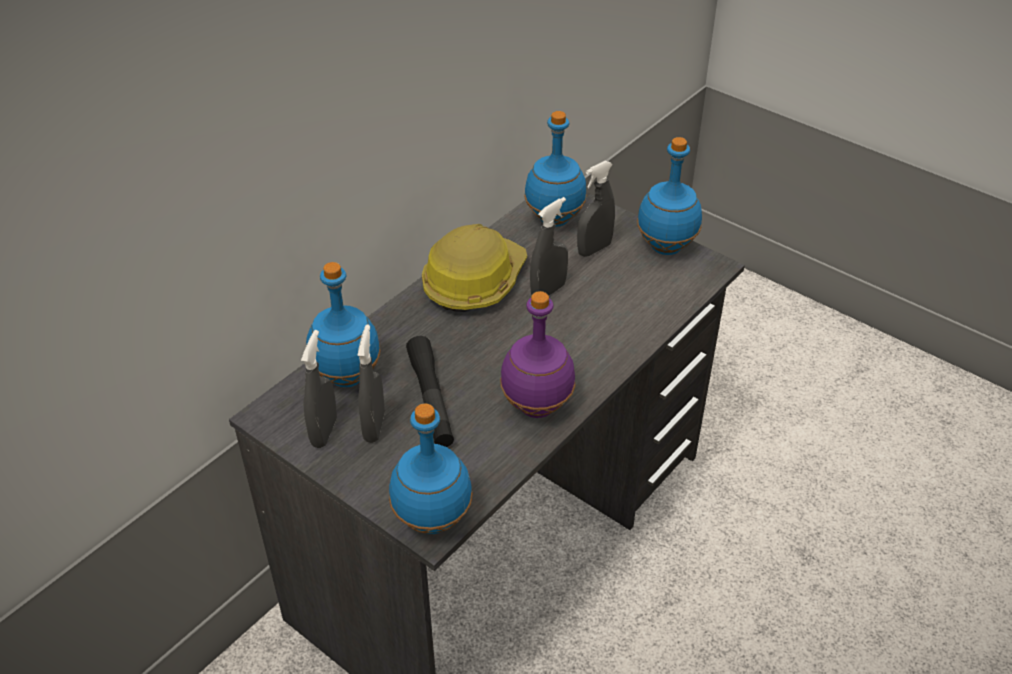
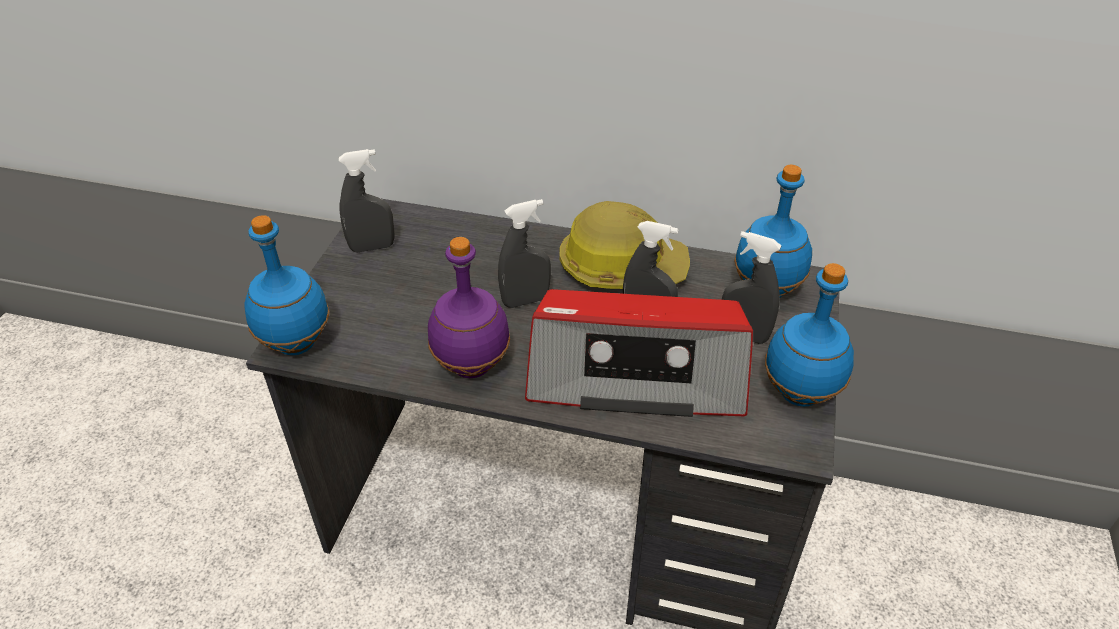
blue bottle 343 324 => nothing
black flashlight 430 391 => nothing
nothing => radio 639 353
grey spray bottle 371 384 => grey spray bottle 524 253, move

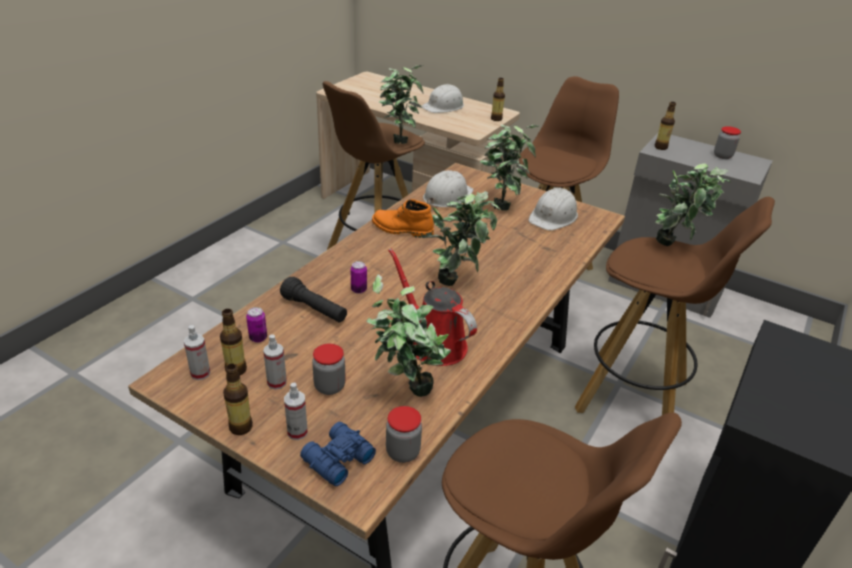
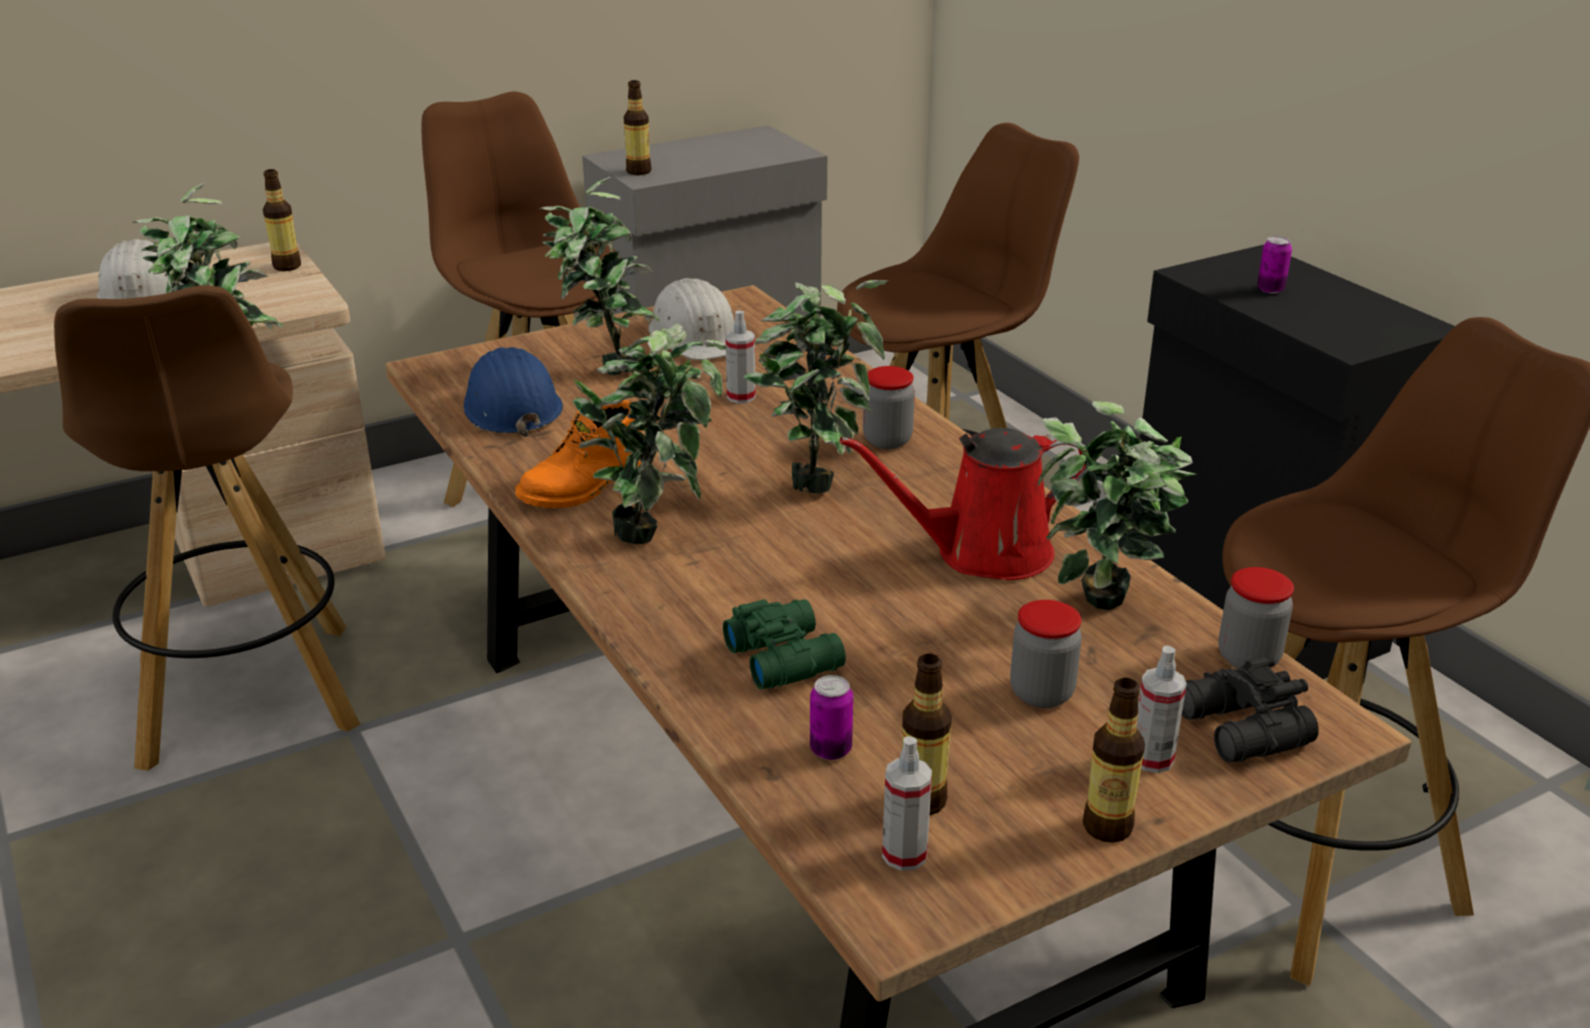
spray bottle 275 362 => spray bottle 740 357, move
can 359 277 => can 1274 265, move
potted plant 693 204 => potted plant 650 433, move
jar 727 142 => jar 889 407, move
black flashlight 313 299 => green binoculars 784 644
blue binoculars 338 454 => black binoculars 1250 710
white hard hat 448 188 => blue hard hat 513 391

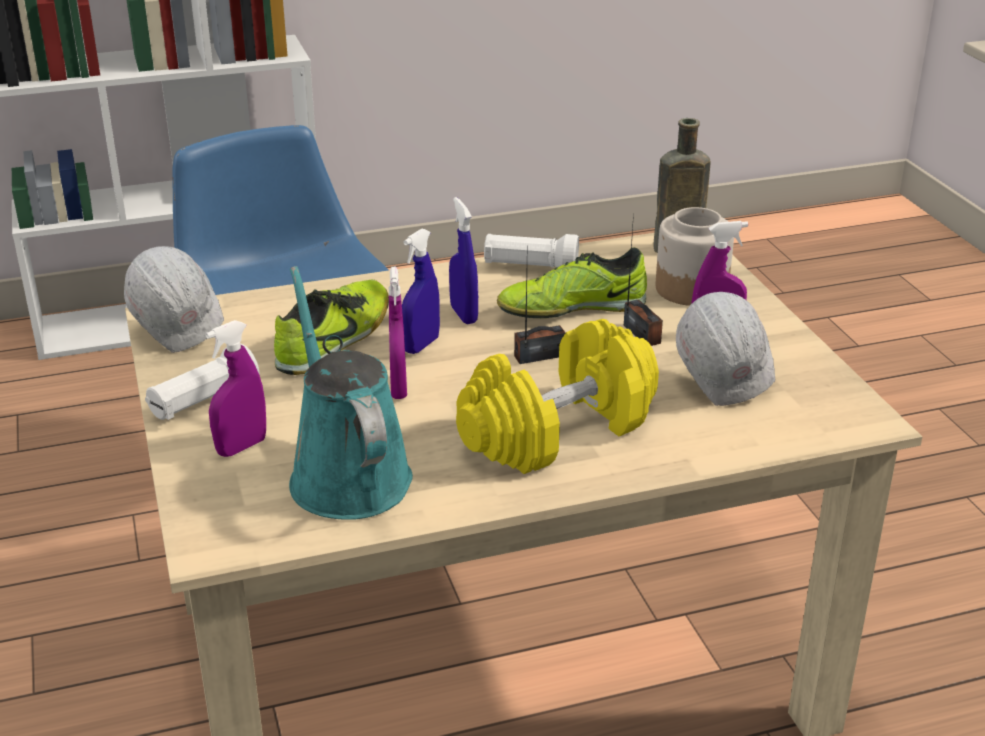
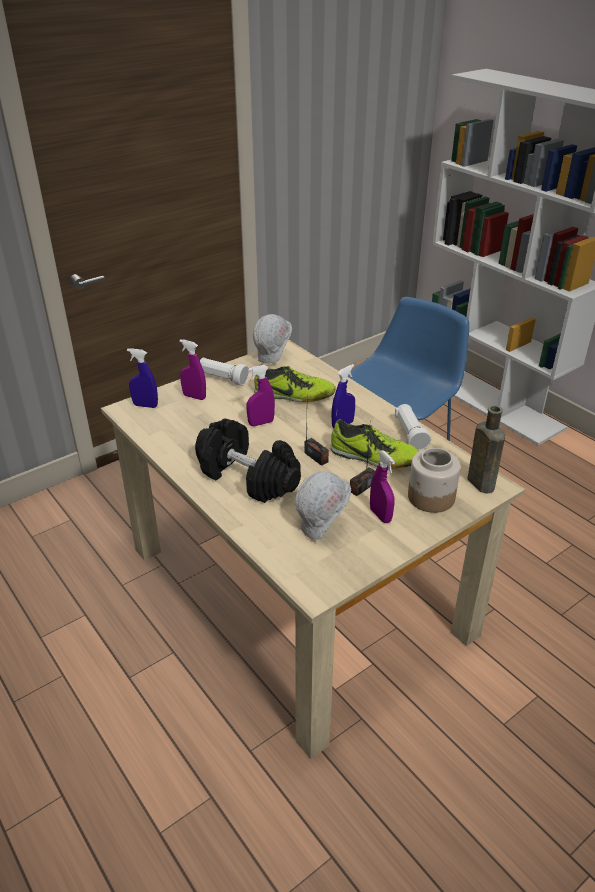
turquoise watering can 351 393 => nothing
blue spray bottle 421 291 => blue spray bottle 142 378, move
yellow dumbbell 557 396 => black dumbbell 248 460
shoe 572 282 => shoe 374 444, 150 degrees clockwise

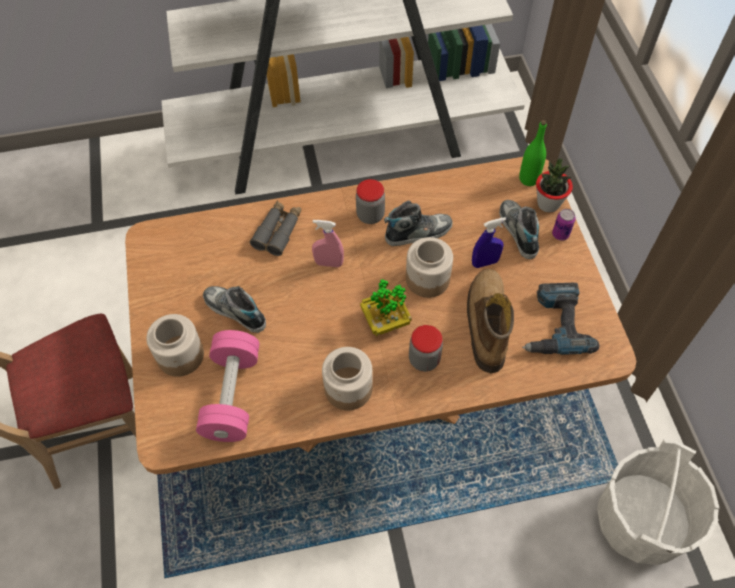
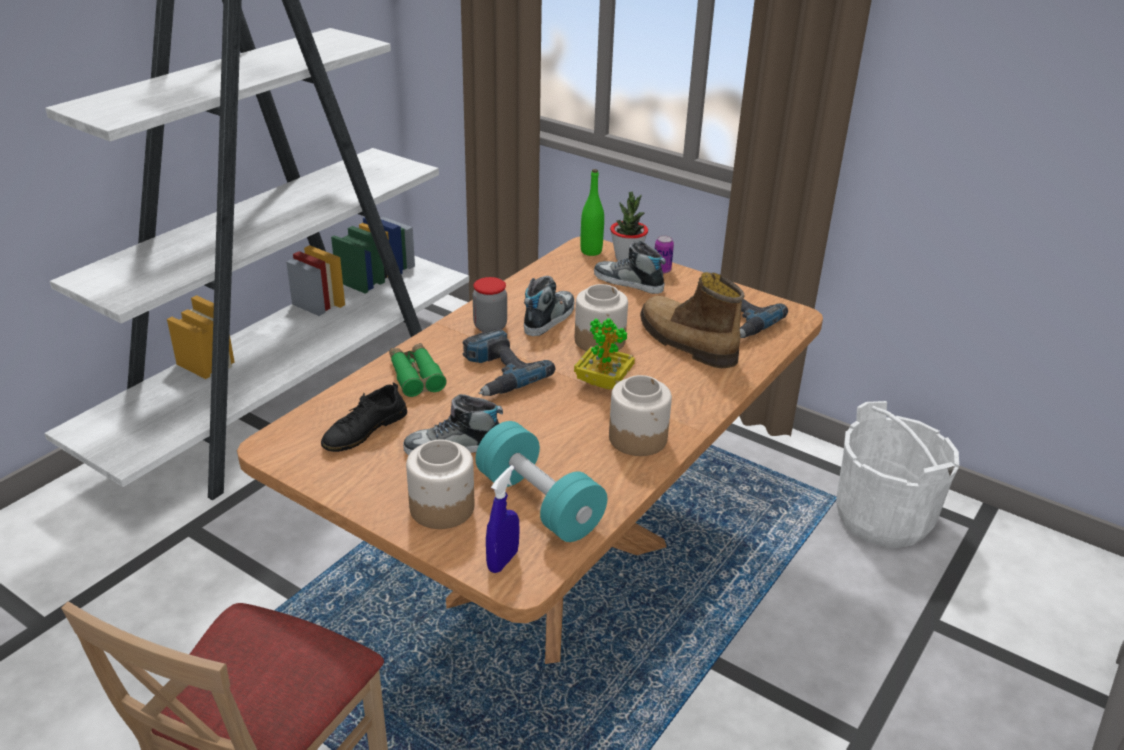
jar 426 348 => nothing
nothing => black shoe 364 417
blue spray bottle 489 242 => blue spray bottle 503 519, move
pink spray bottle 328 243 => power drill 508 362
pink dumbbell 227 386 => turquoise dumbbell 541 481
grey binoculars 275 228 => green binoculars 418 370

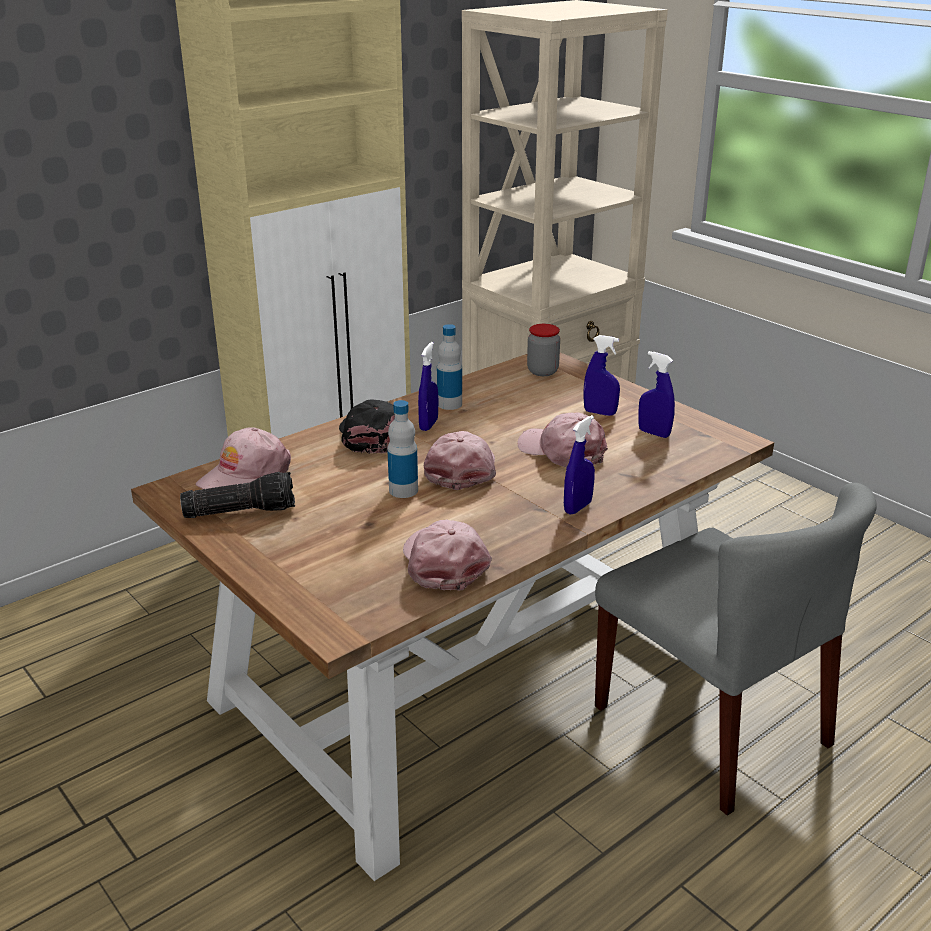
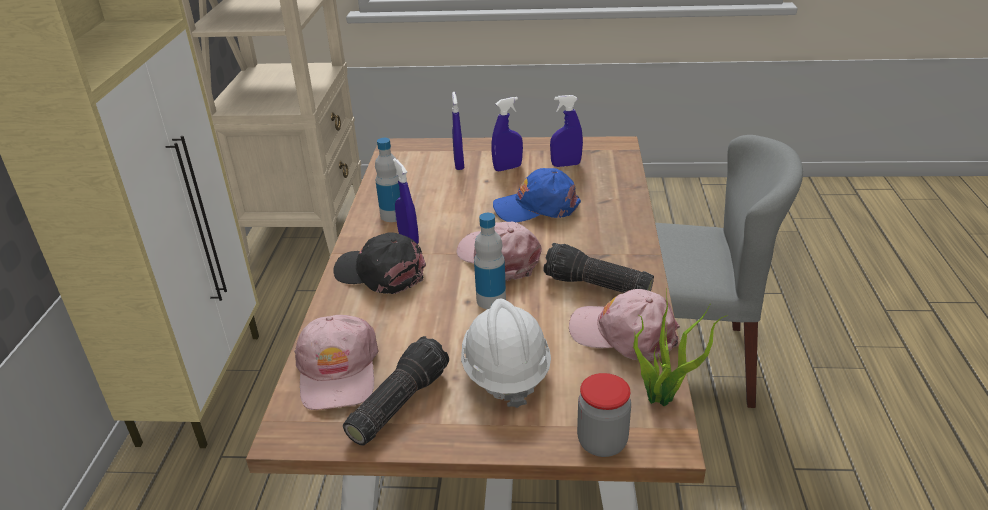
nothing => white hard hat 506 353
nothing => flashlight 599 268
nothing => potted plant 680 347
jar 543 350 => jar 604 415, move
blue spray bottle 579 465 => blue spray bottle 458 131, move
pink cap 562 439 => blue cap 537 195

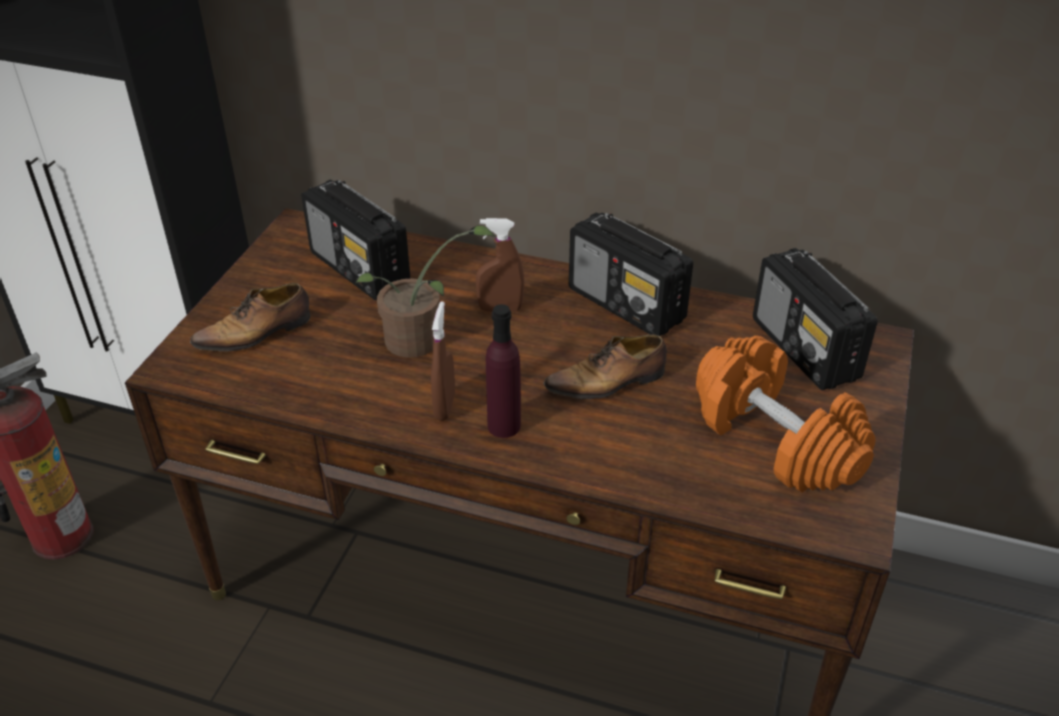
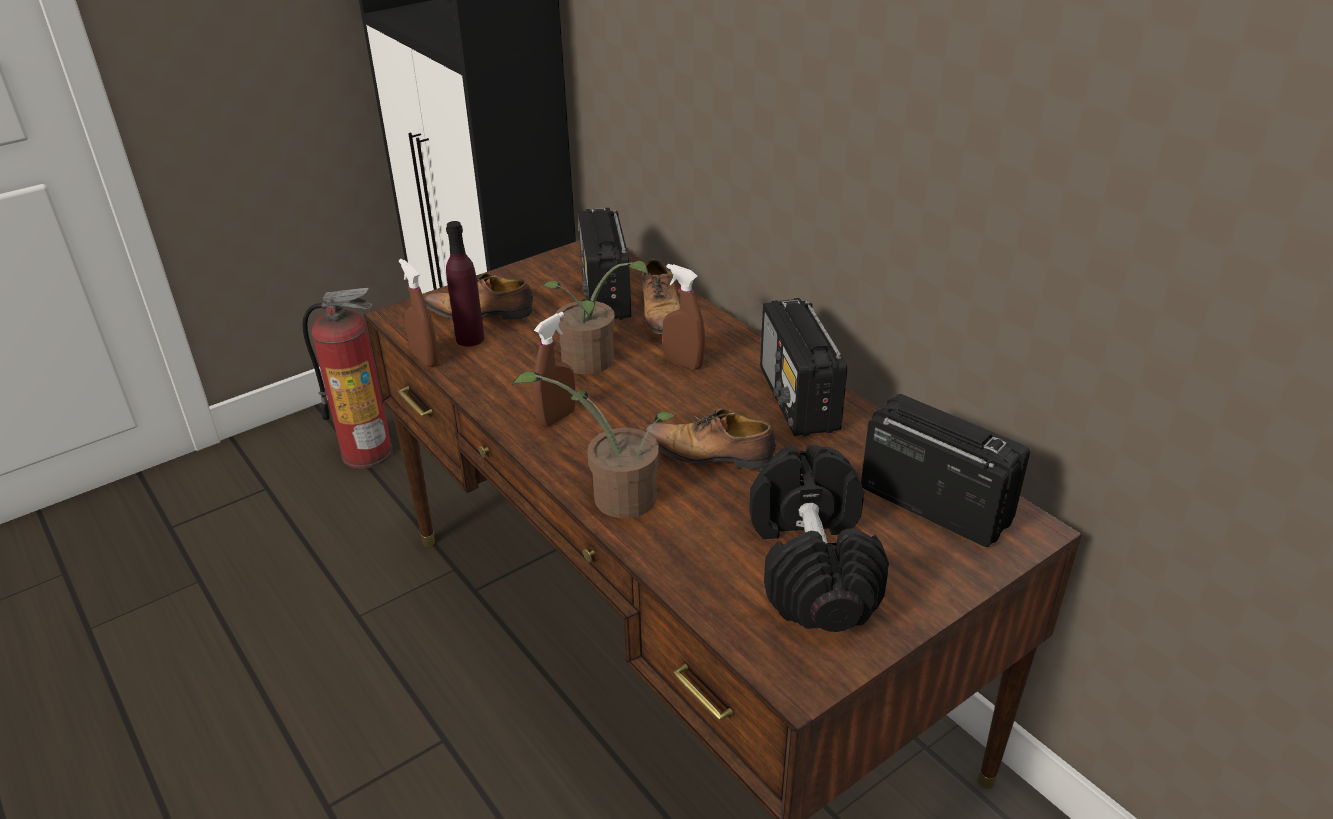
nothing => brown spray bottle 419 313
nothing => potted plant 594 444
nothing => shoe 660 297
purple bottle 503 371 => purple bottle 465 284, move
orange dumbbell 786 413 => black dumbbell 819 538
radio 815 319 => radio 945 470, 120 degrees clockwise

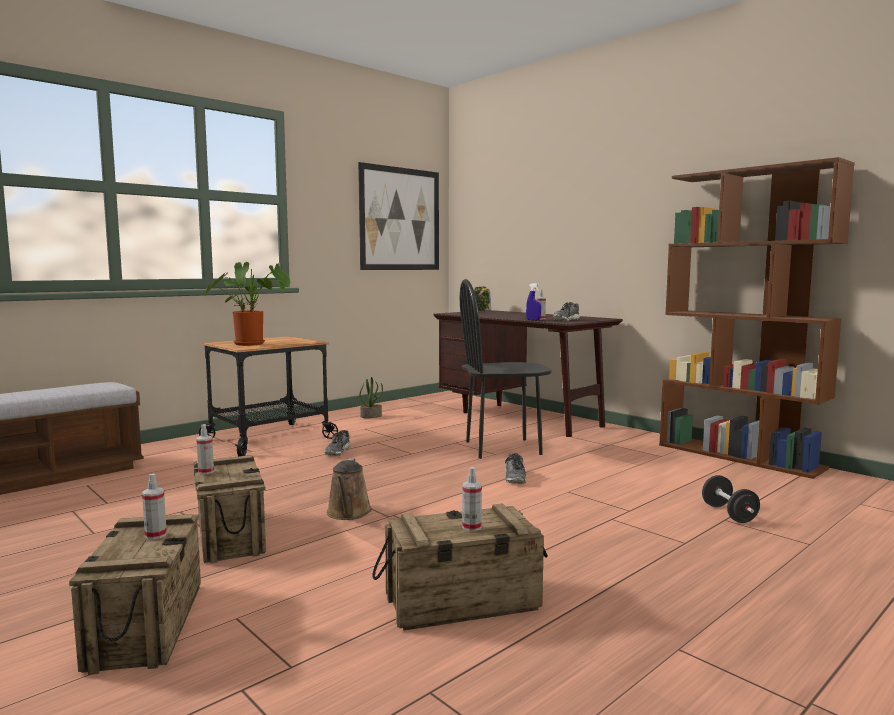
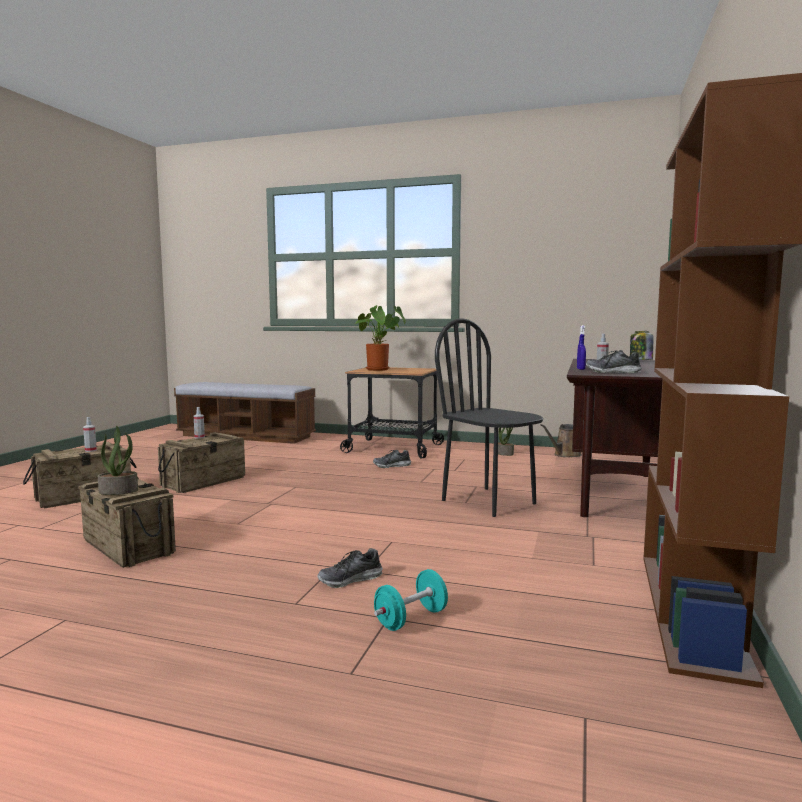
picture 398 216 => nothing
brown watering can 349 489 => brown watering can 561 440, move
shoe 515 468 => shoe 350 568, move
spray bottle 472 499 => potted plant 118 460
black dumbbell 731 499 => turquoise dumbbell 411 600

